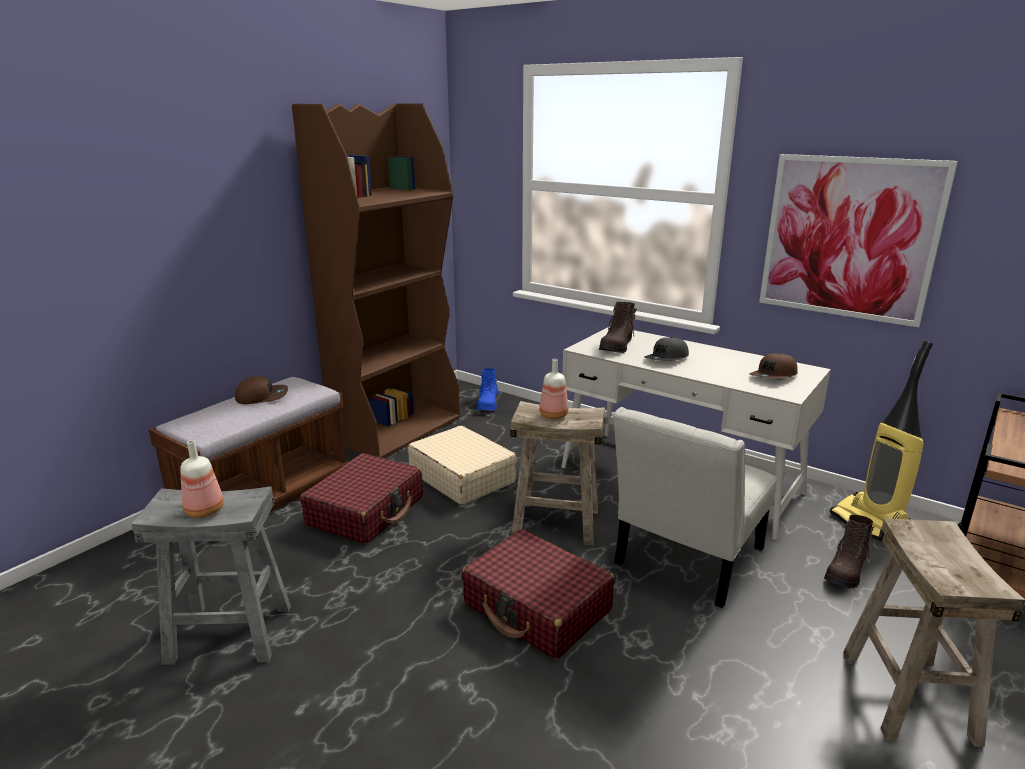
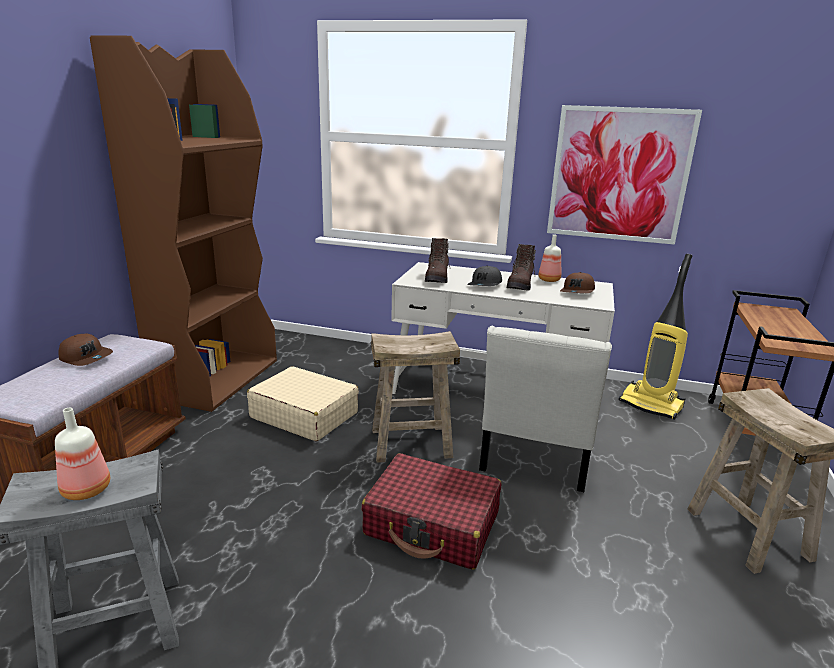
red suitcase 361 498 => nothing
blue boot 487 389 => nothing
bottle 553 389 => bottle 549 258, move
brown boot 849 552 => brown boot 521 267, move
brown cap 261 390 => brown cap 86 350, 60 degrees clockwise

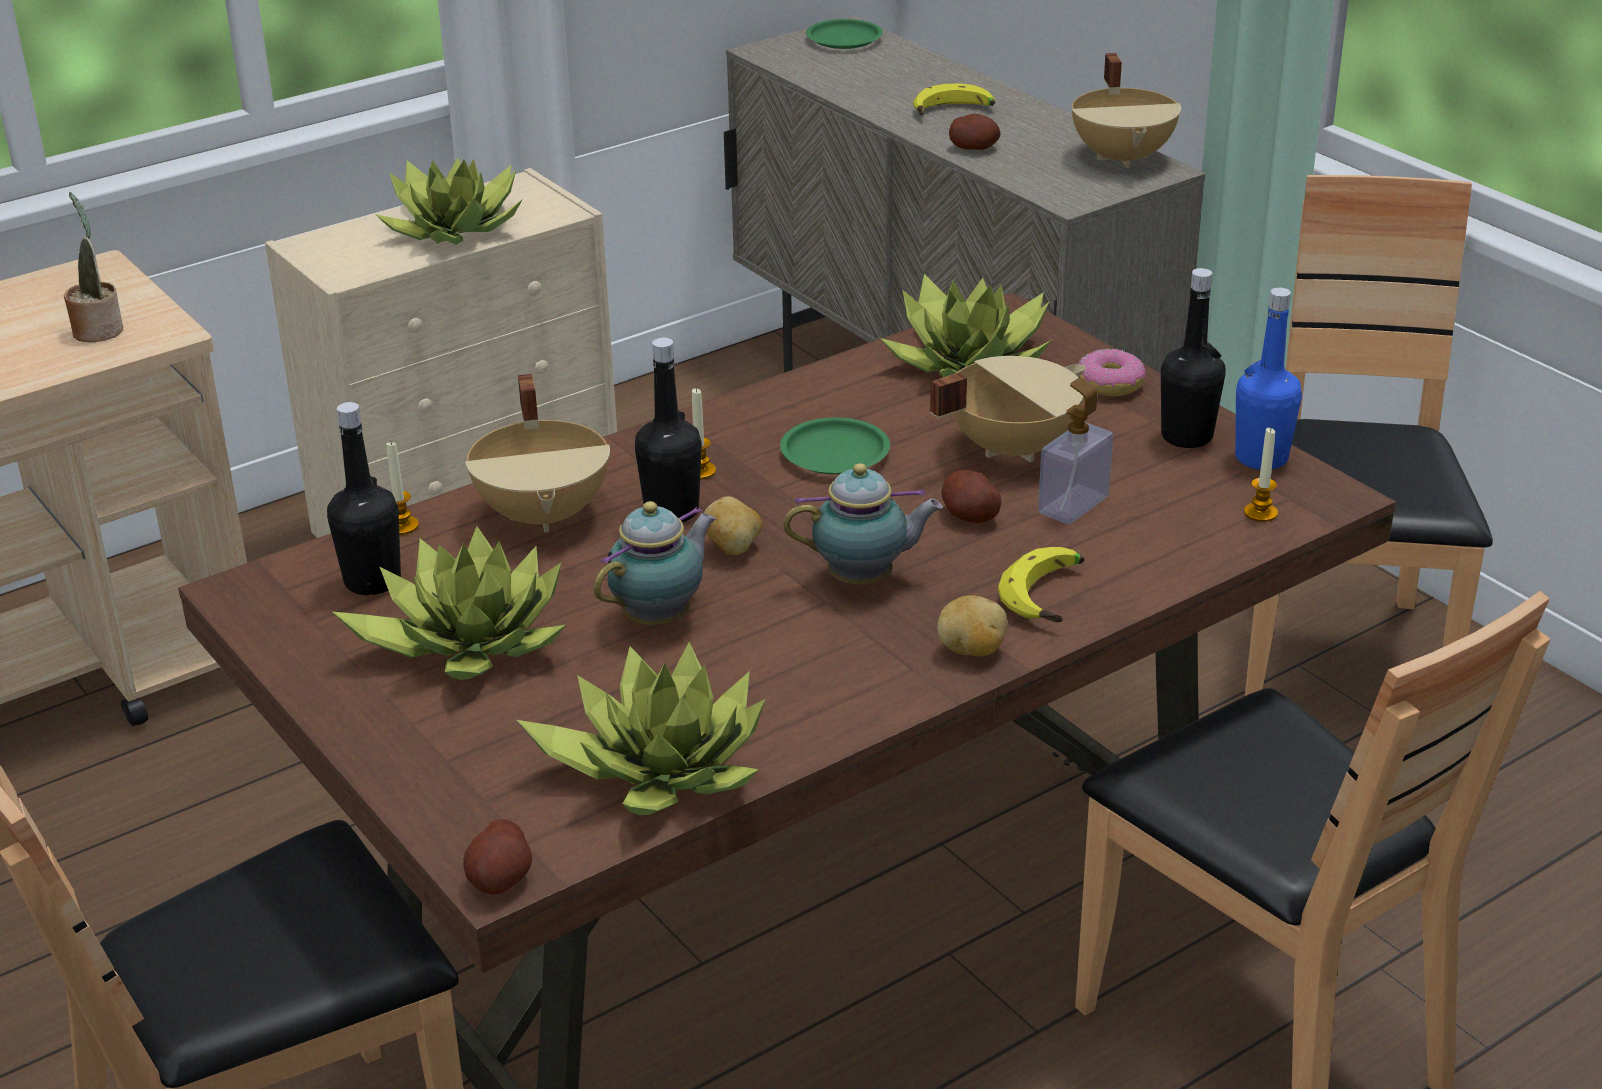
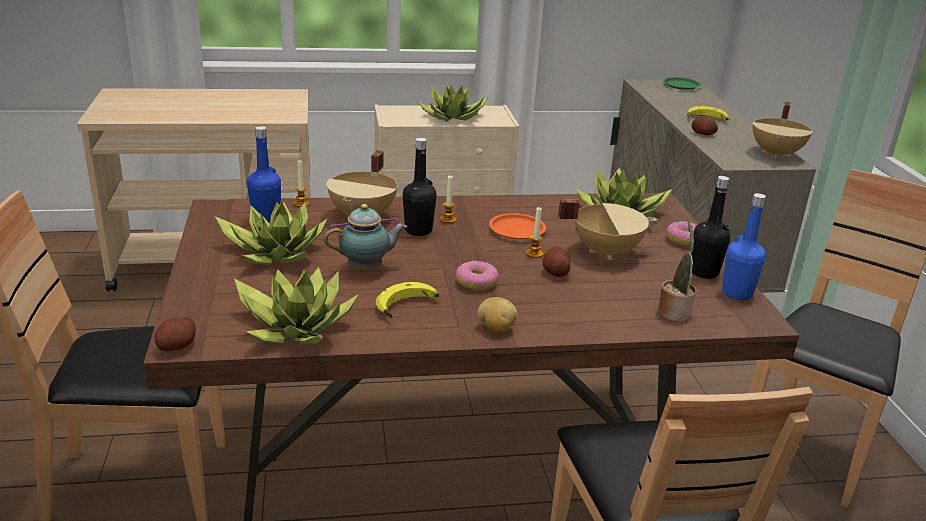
potato 733 525 => nothing
soap dispenser 1075 450 => nothing
potted plant 93 267 => potted plant 677 271, move
banana 1041 584 => banana 407 300, move
candle 1261 475 => candle 534 232, move
teapot 863 523 => donut 477 275
black bottle 364 498 => blue bottle 264 175
green plate 835 445 => orange plate 517 226

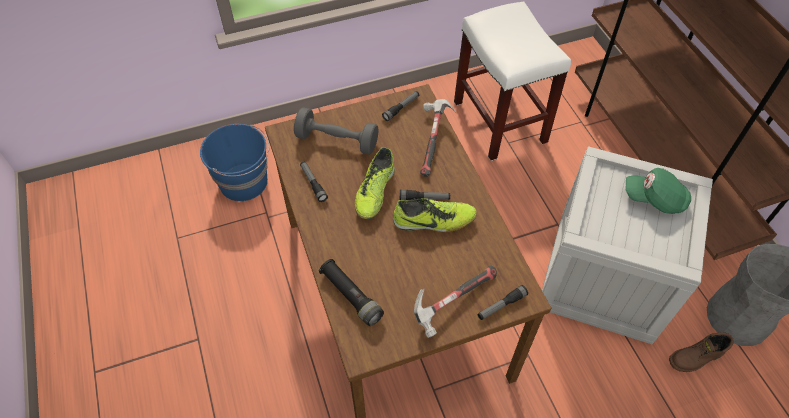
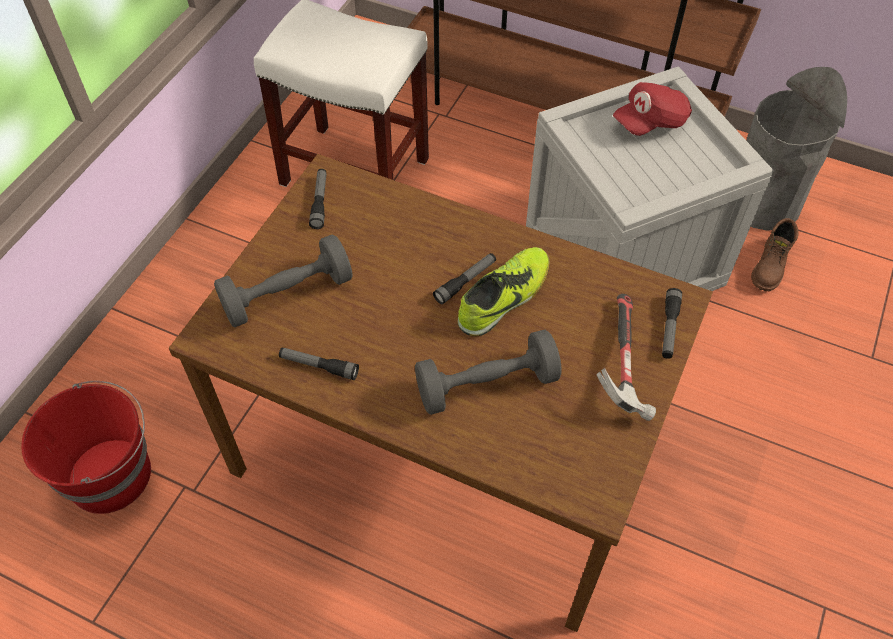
black flashlight 351 292 => nothing
shoe 375 183 => nothing
hammer 438 138 => nothing
nothing => grey dumbbell 488 372
blue bucket 235 162 => red bucket 86 447
green cap 658 191 => red cap 652 109

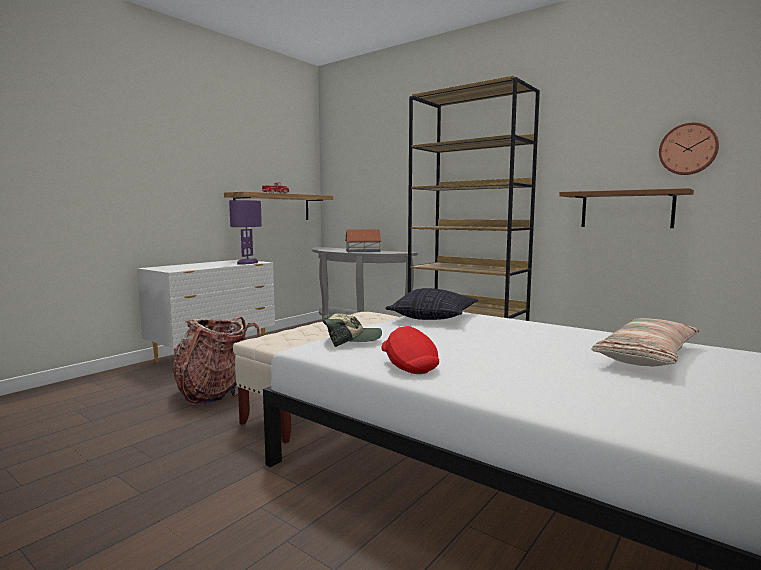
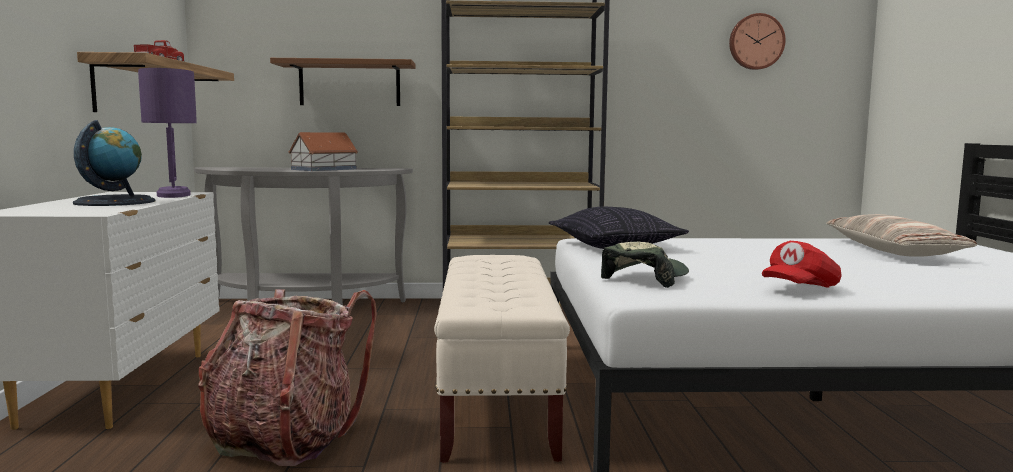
nothing => globe 114 163
brown shelf 626 208 => brown shelf 343 82, move
red cap 410 350 => red cap 801 264, 60 degrees counterclockwise

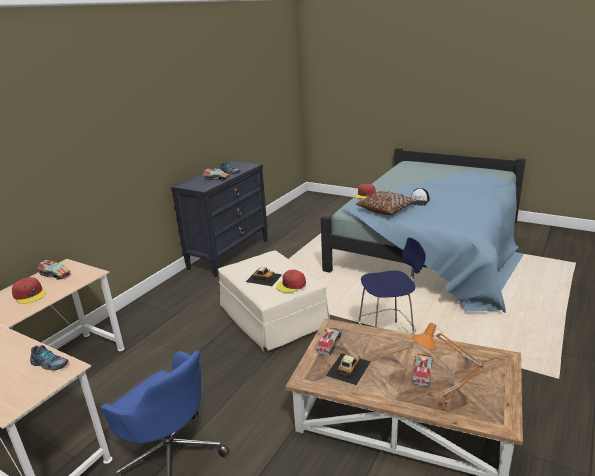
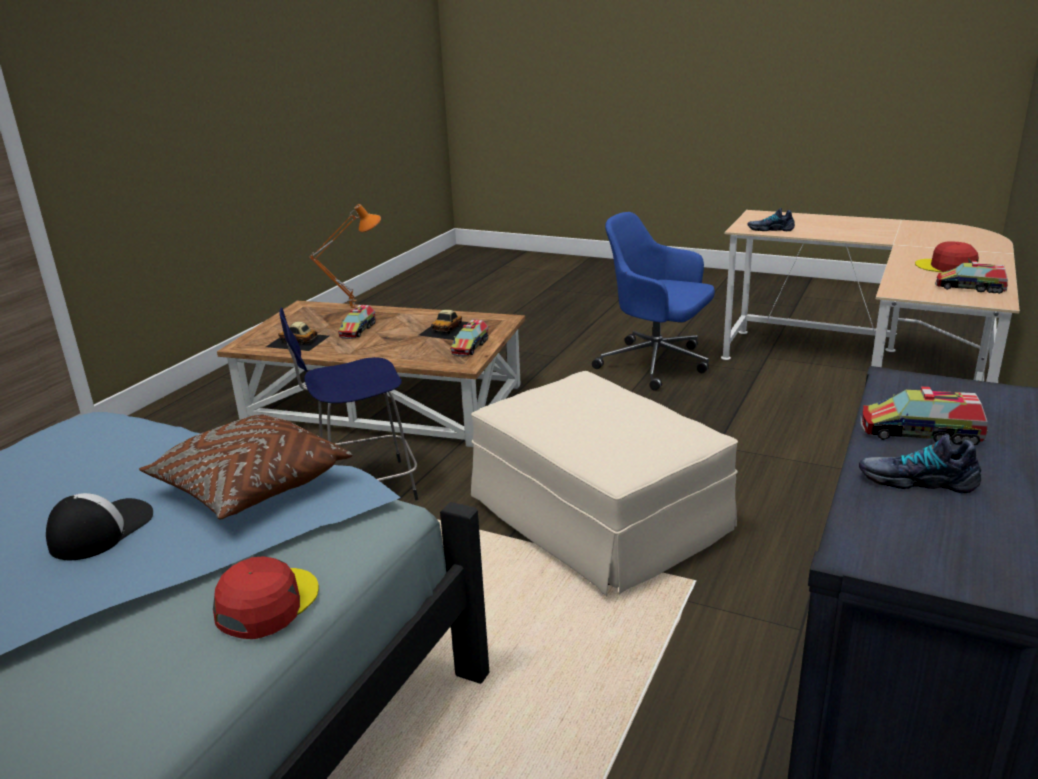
red cap 291 281 => nothing
toy car 264 276 => toy car 297 336, move

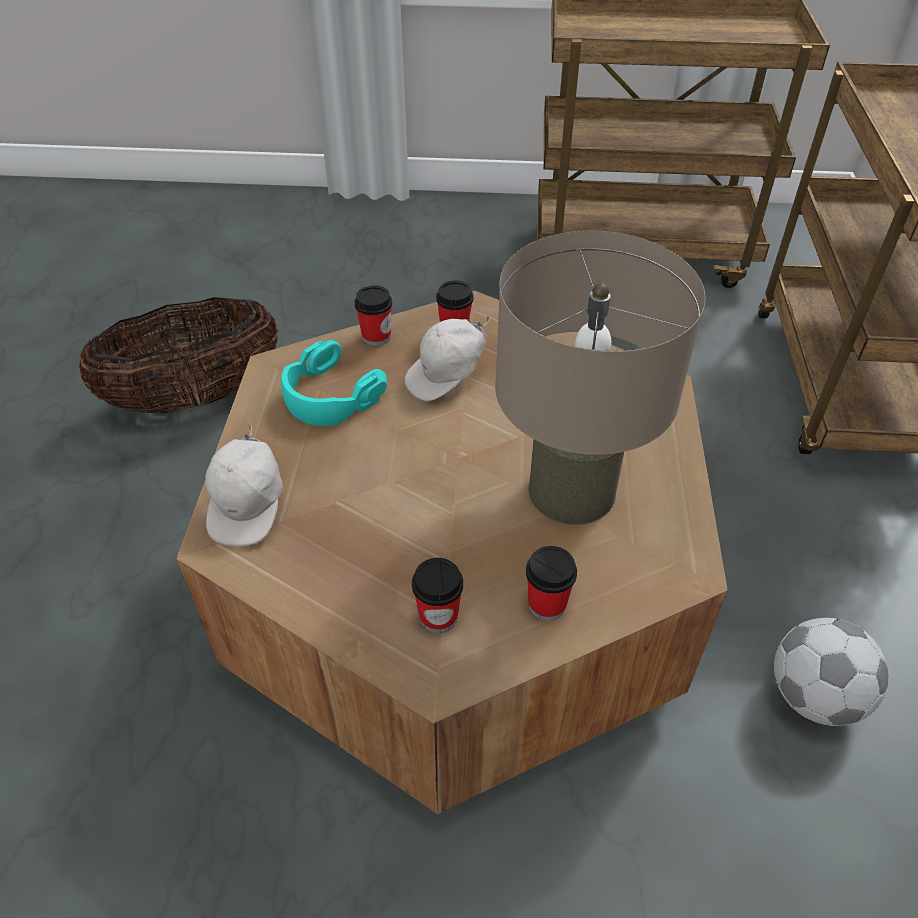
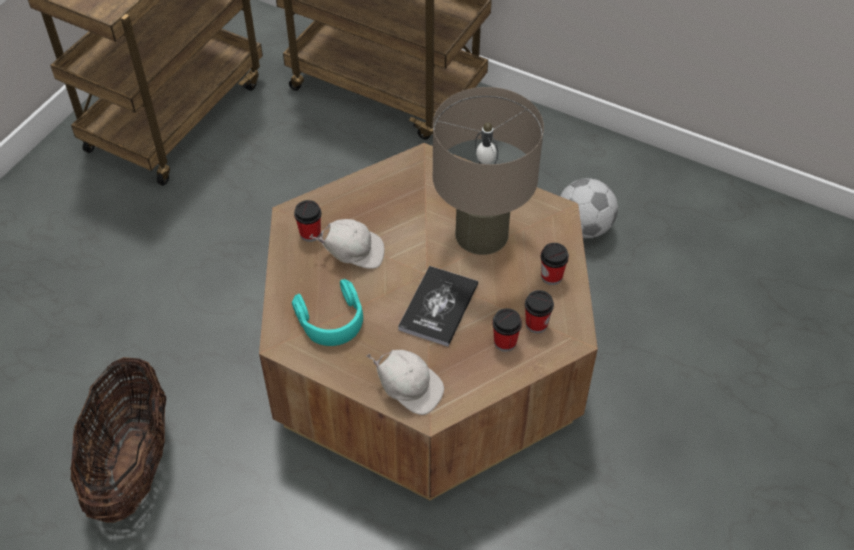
nothing => book 438 306
cup 374 315 => cup 507 330, move
white cap 447 358 => white cap 347 244, 75 degrees counterclockwise

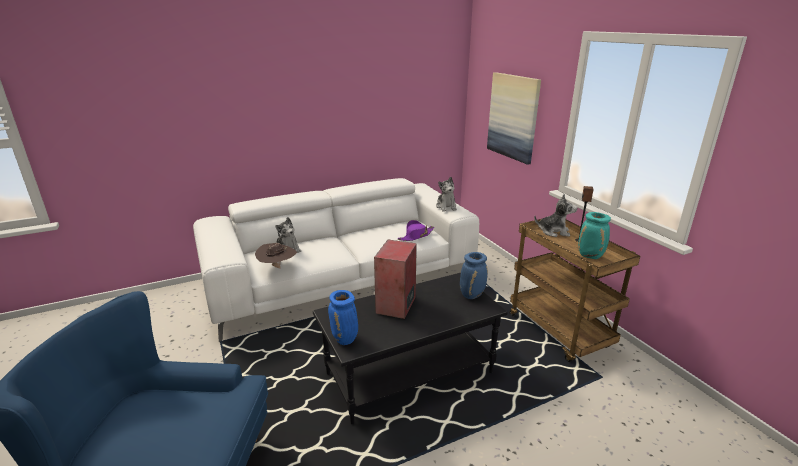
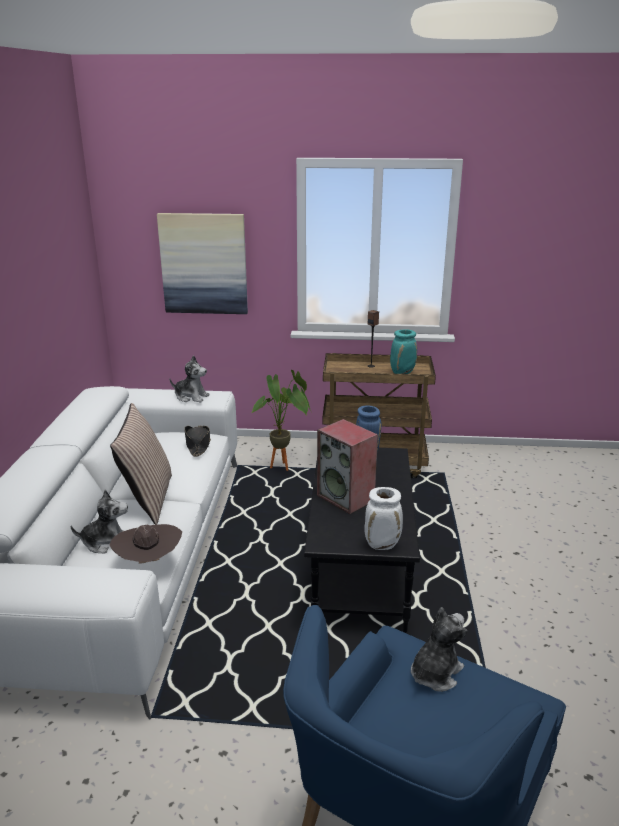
nothing => pillow 141 464
nothing => potted plant 281 420
plush toy 556 215 => plush toy 439 649, move
blue vase 343 317 => white vase 383 518
purple hat 416 230 => black hat 197 441

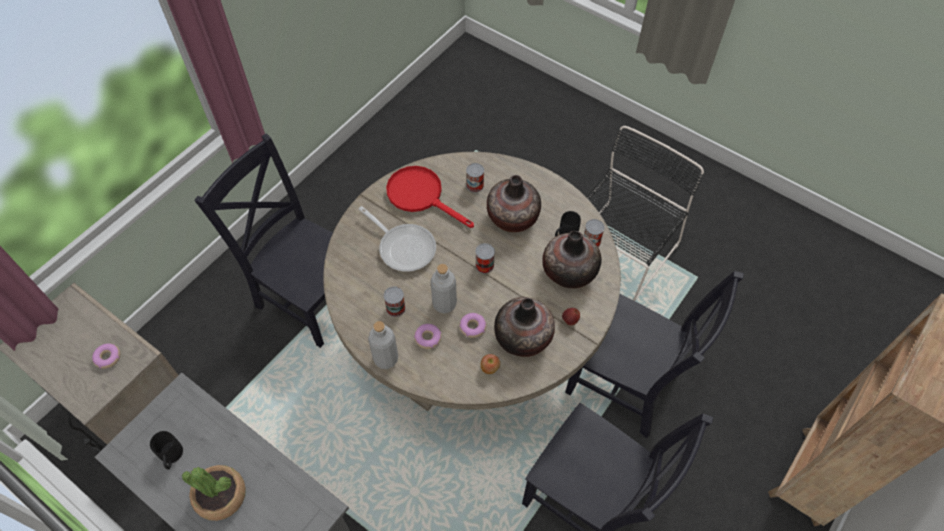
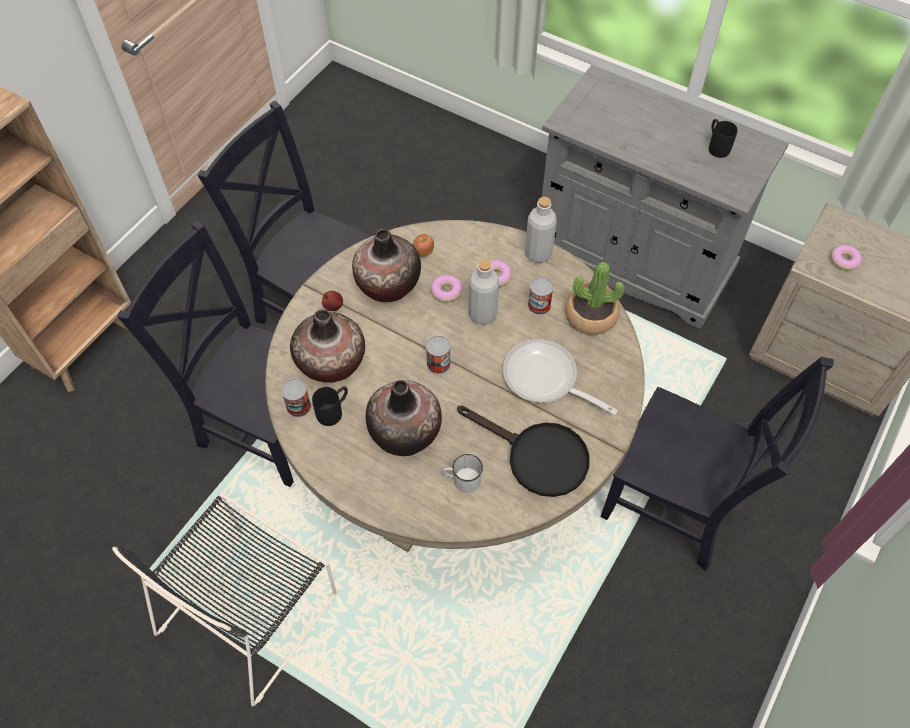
potted plant 214 493 => potted plant 594 298, move
can 475 177 => white mug 463 473
red frying pan 430 197 => black frying pan 523 451

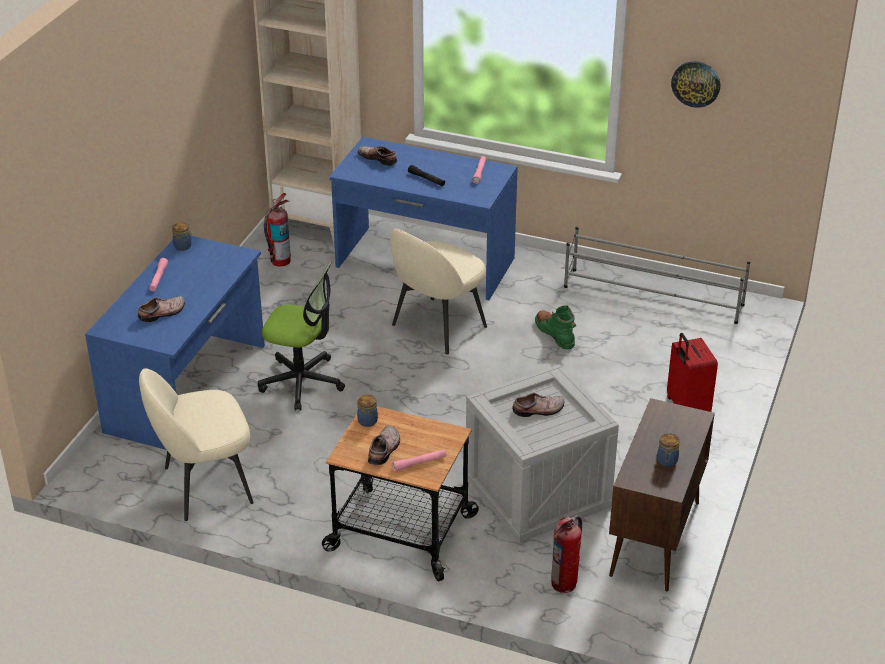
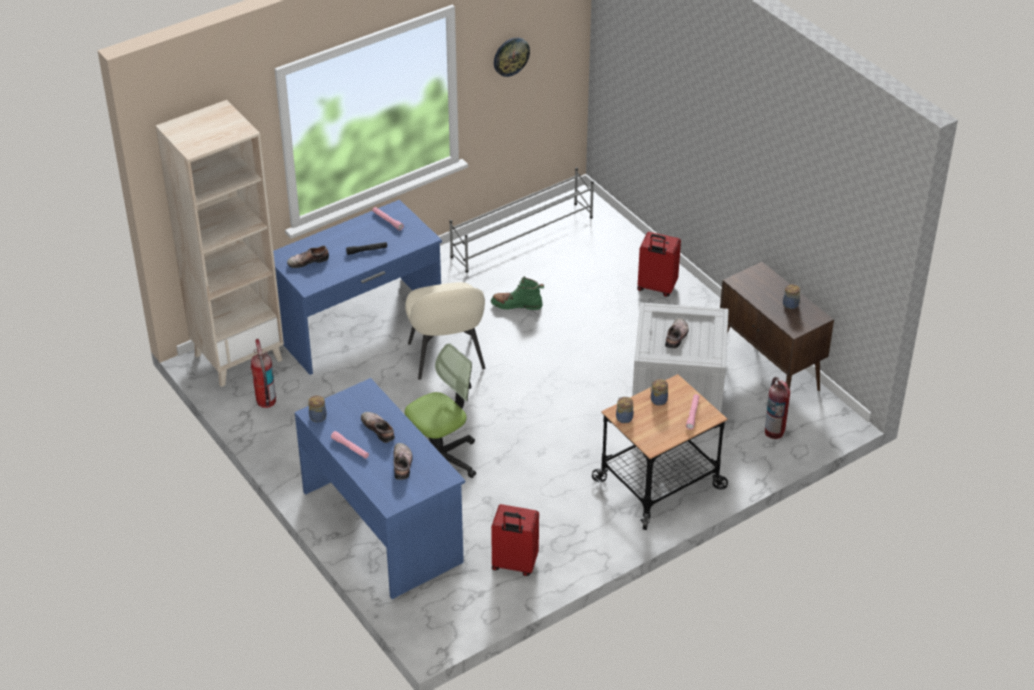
nothing => jar 659 392
shoe 384 445 => shoe 378 427, move
beige chair 196 444 => red suitcase 515 540

